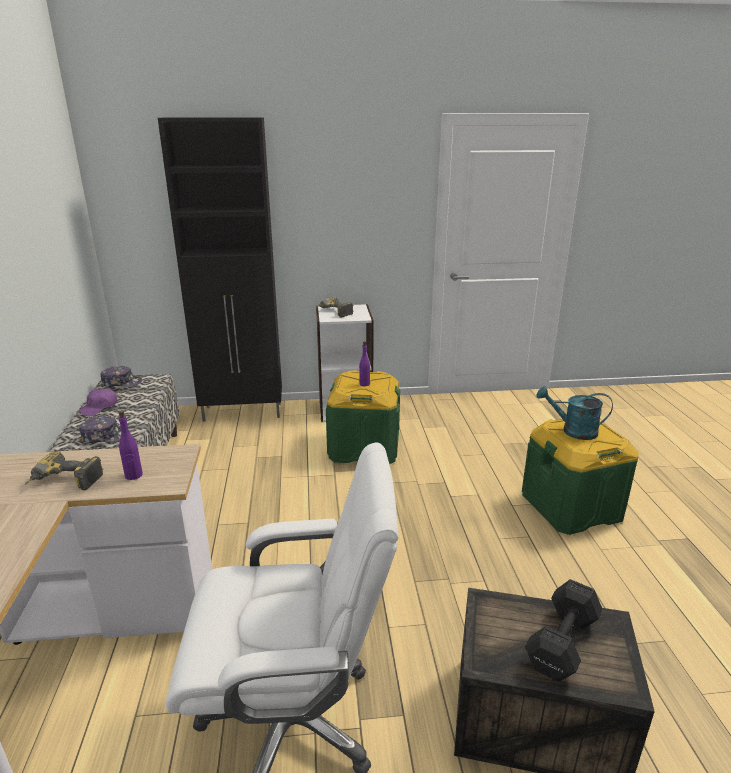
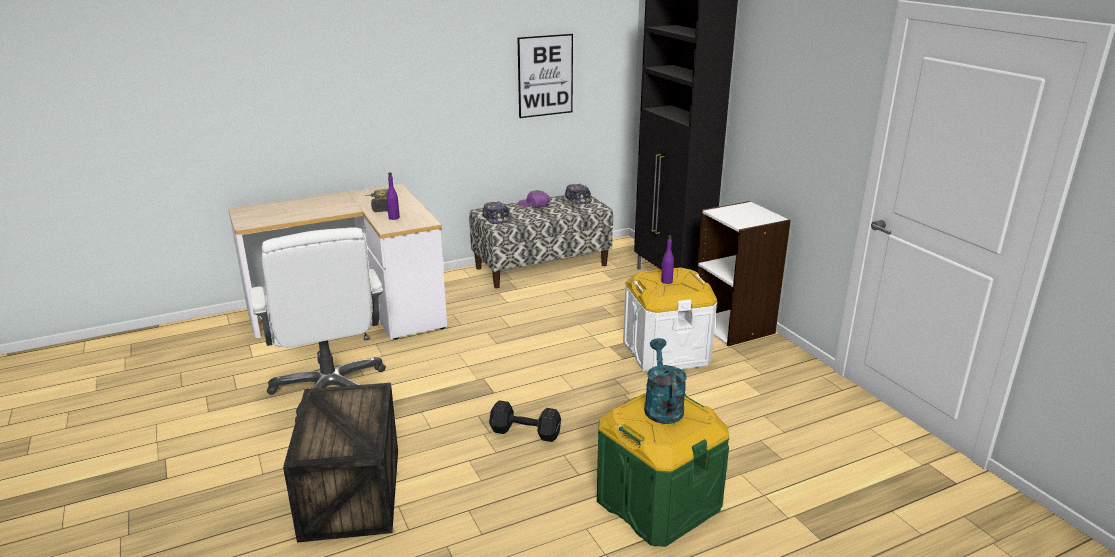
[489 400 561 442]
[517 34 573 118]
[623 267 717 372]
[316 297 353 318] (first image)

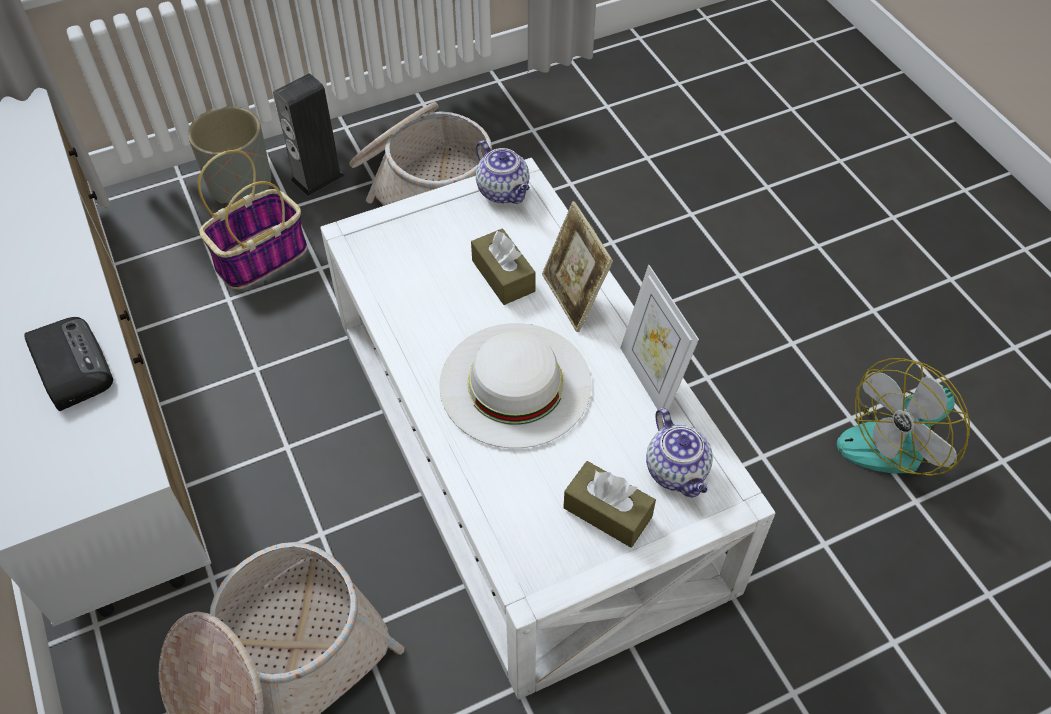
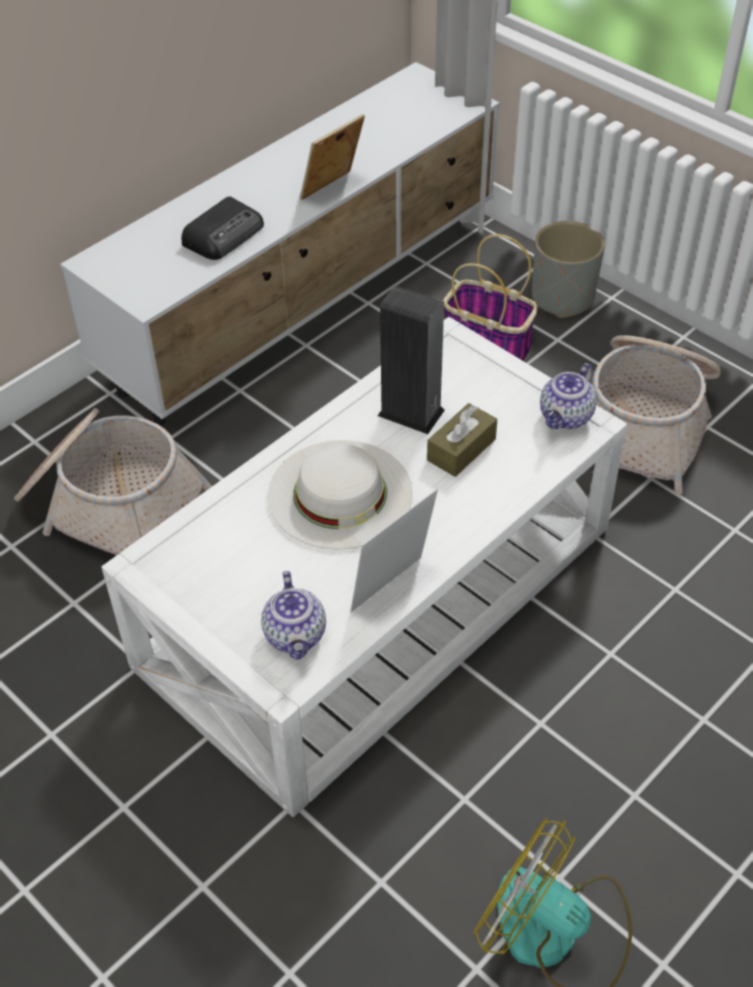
[261 571 326 660]
[300 114 365 200]
[377 286 445 434]
[564 461 656 548] (first image)

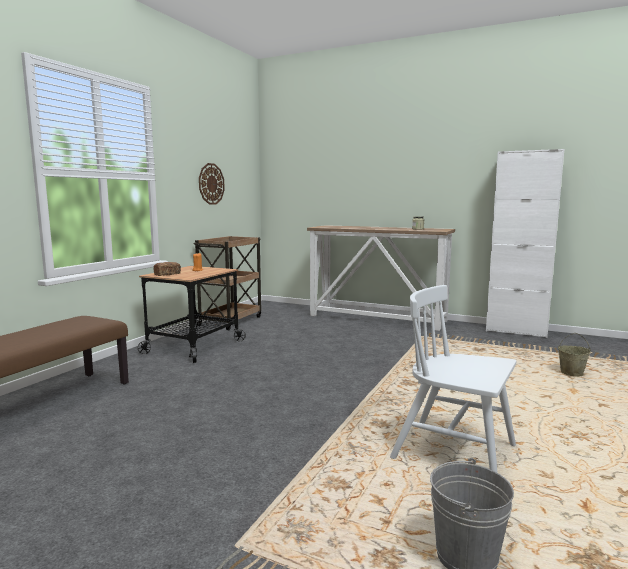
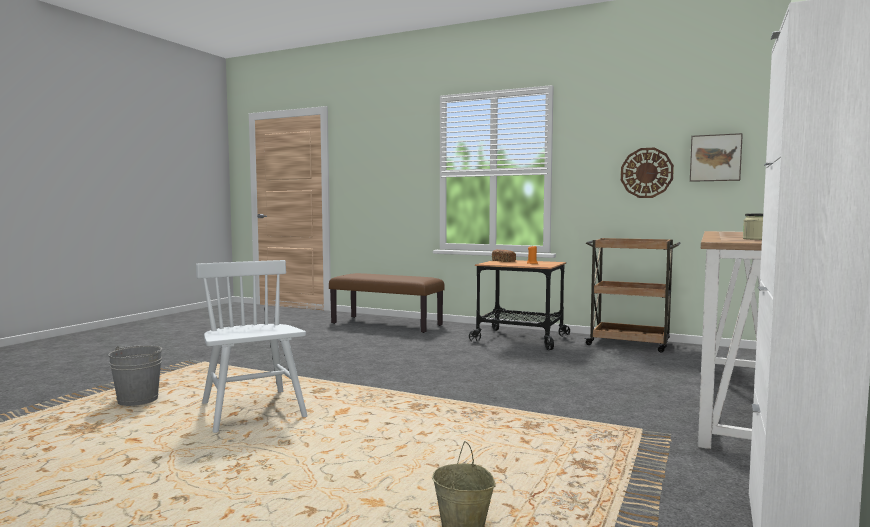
[196 260 308 433]
[690 133 743 182]

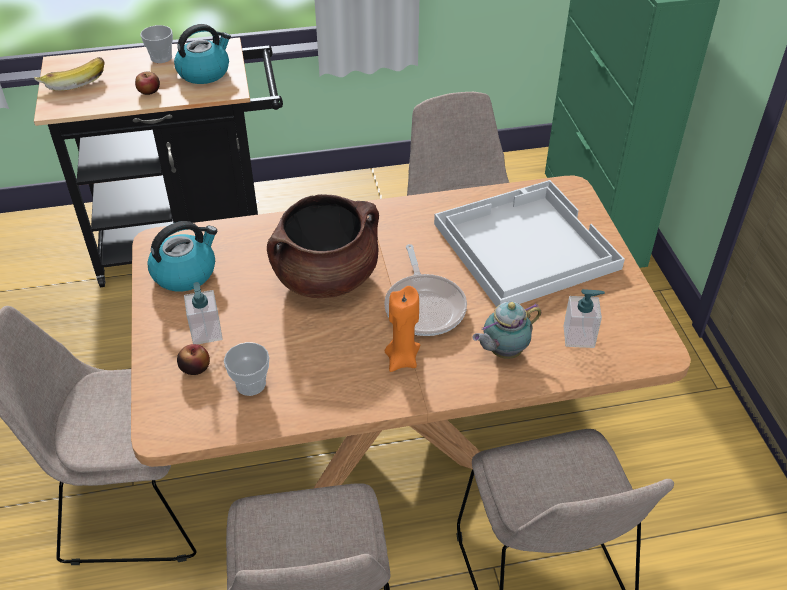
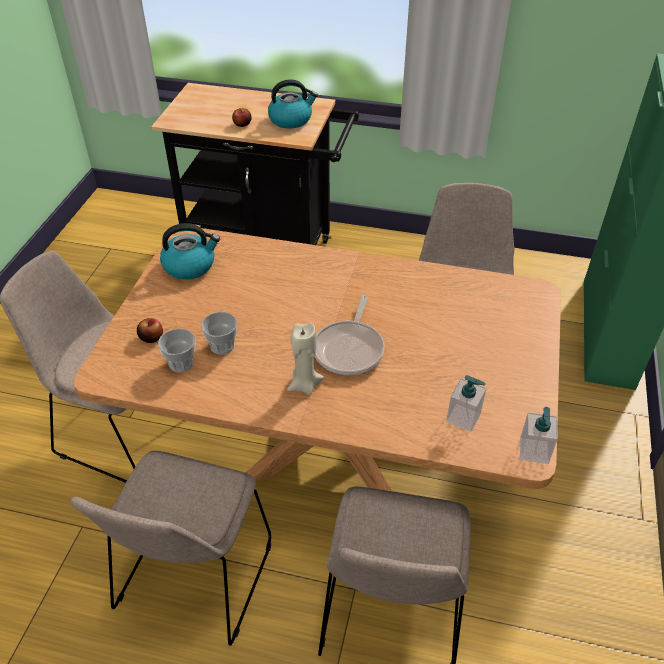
[201 312 237 355]
[287 323 324 395]
[520 407 558 464]
[34 57 105 91] (first image)
[267 194 379 298] (first image)
[434 180 625 307] (first image)
[472 302 541 359] (first image)

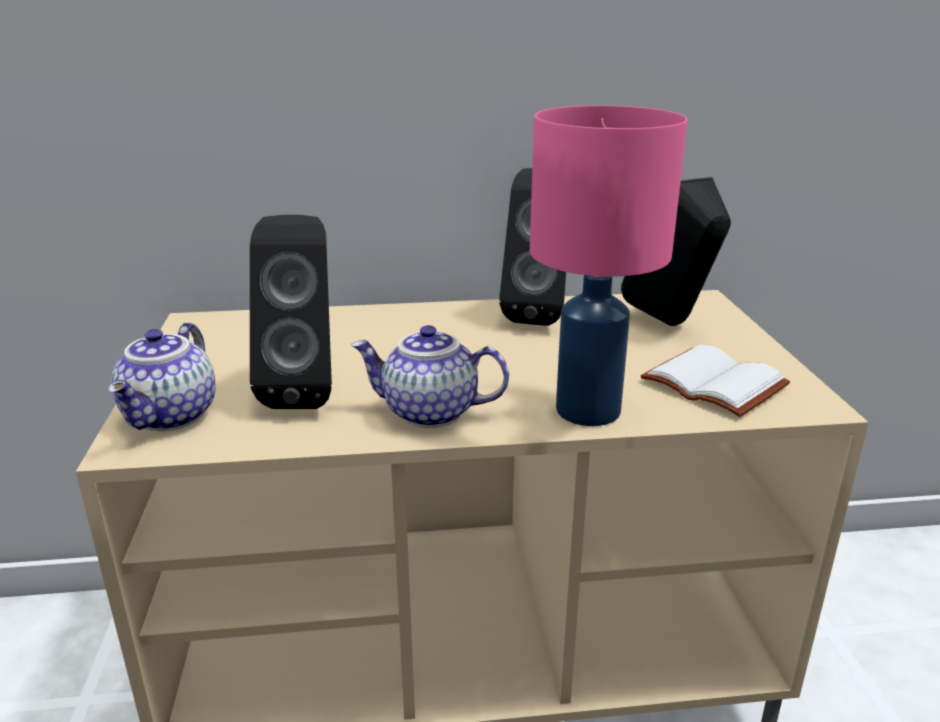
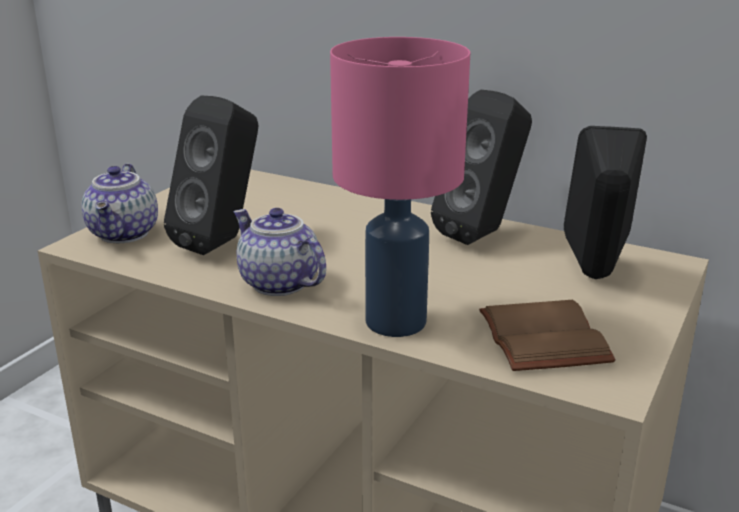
[82 163 158 243]
[479 300 616 371]

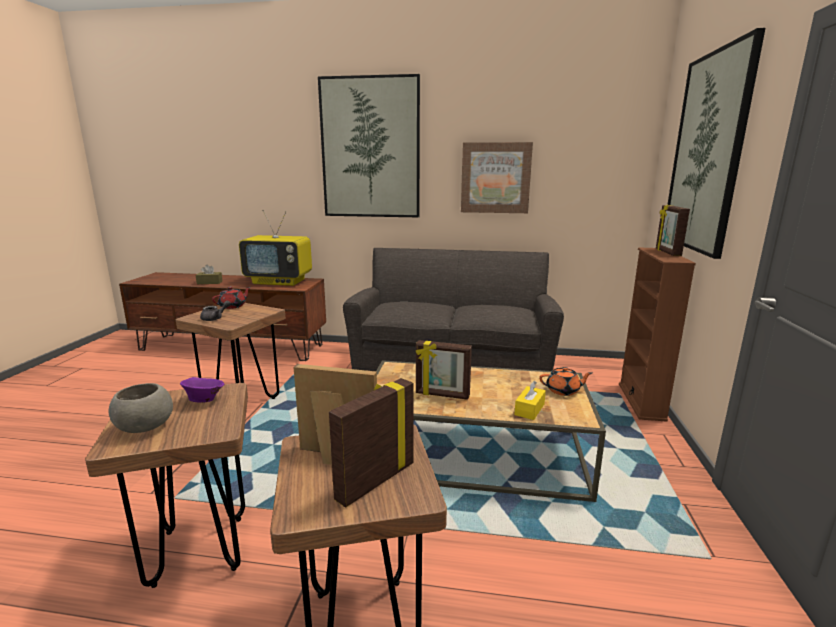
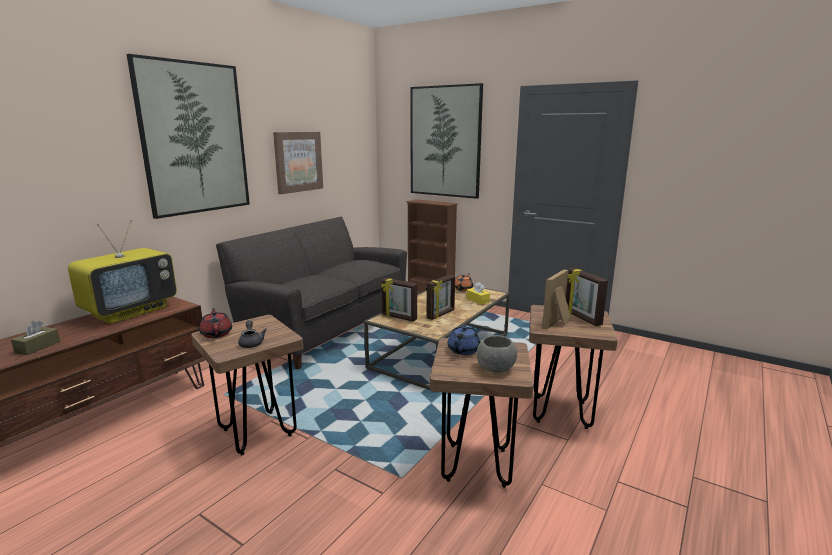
[381 278 417 322]
[447 326 480 355]

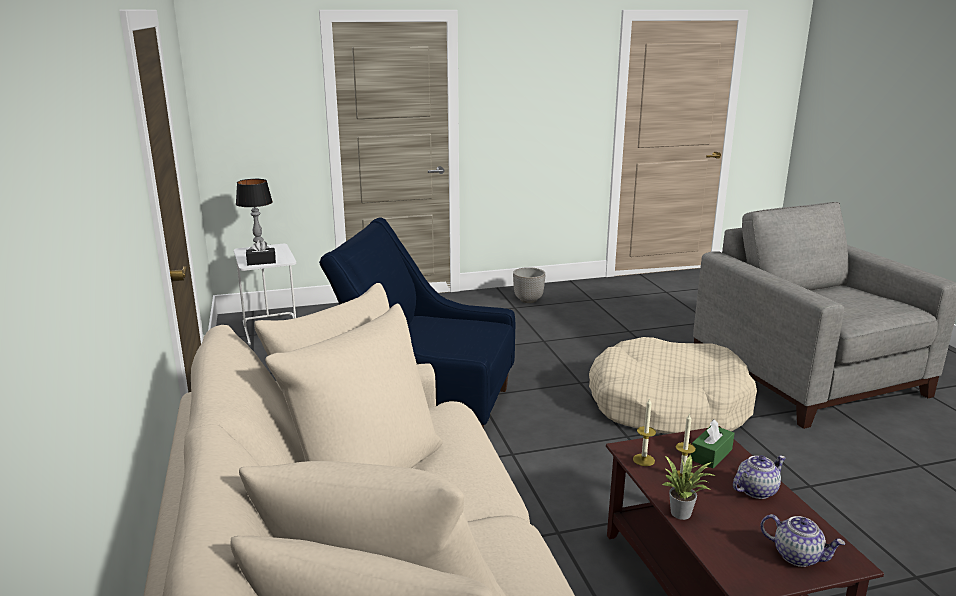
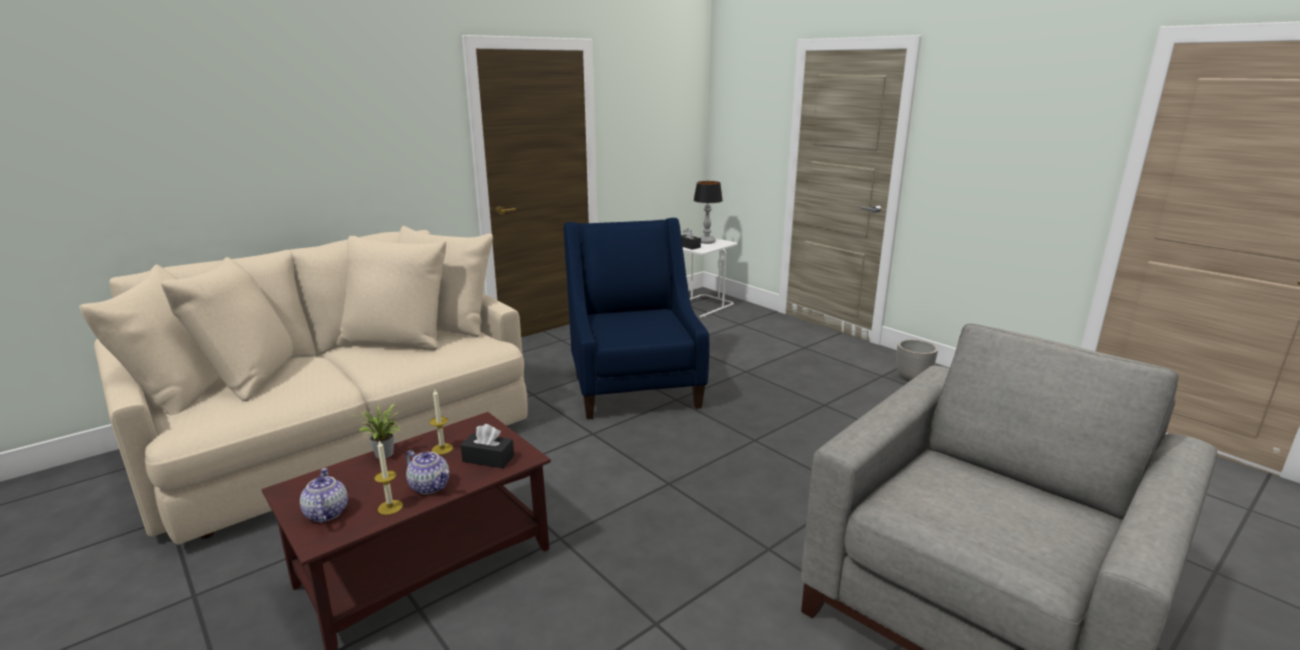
[300 468 348 523]
[374 440 403 515]
[460 424 514 468]
[589 337 757 434] (first image)

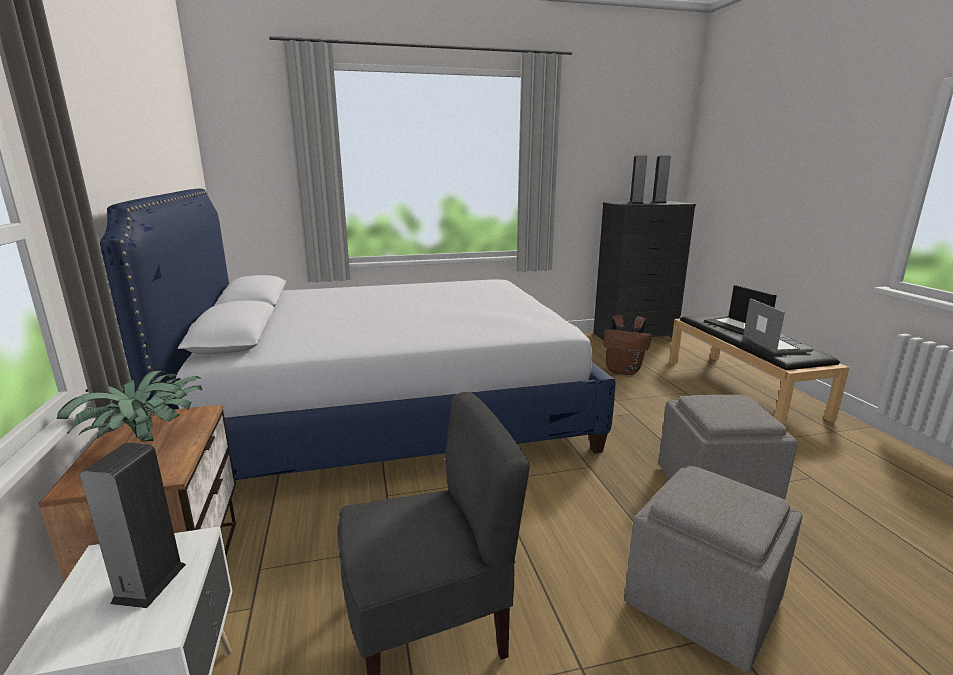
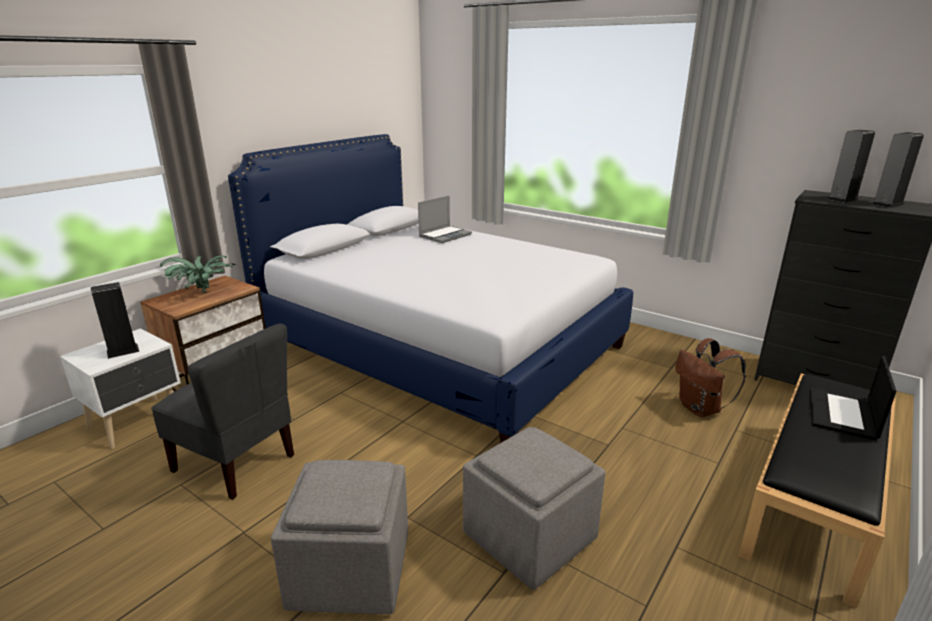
[418 196 472 243]

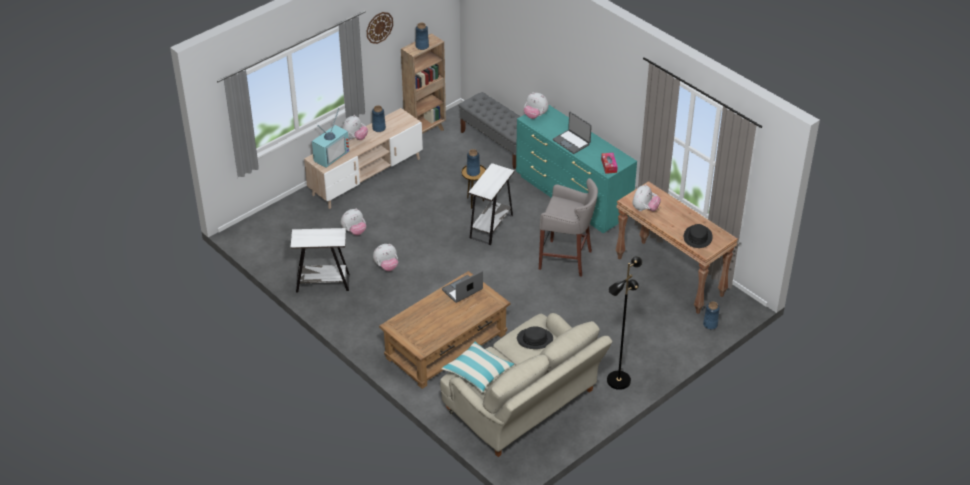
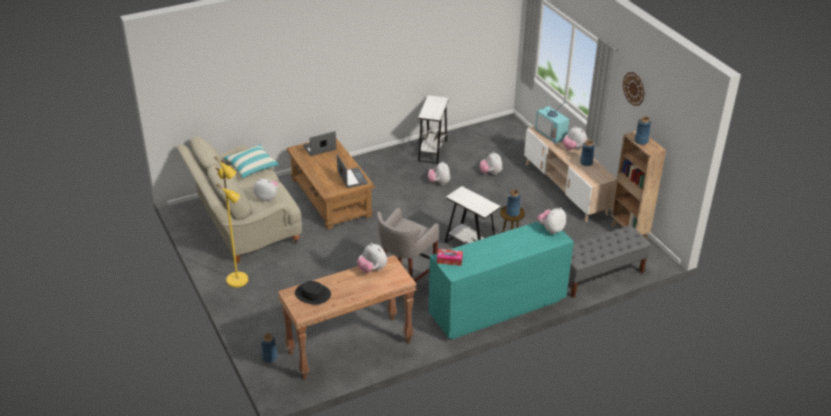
[214 156 248 287]
[254 179 278 202]
[303 131 336 156]

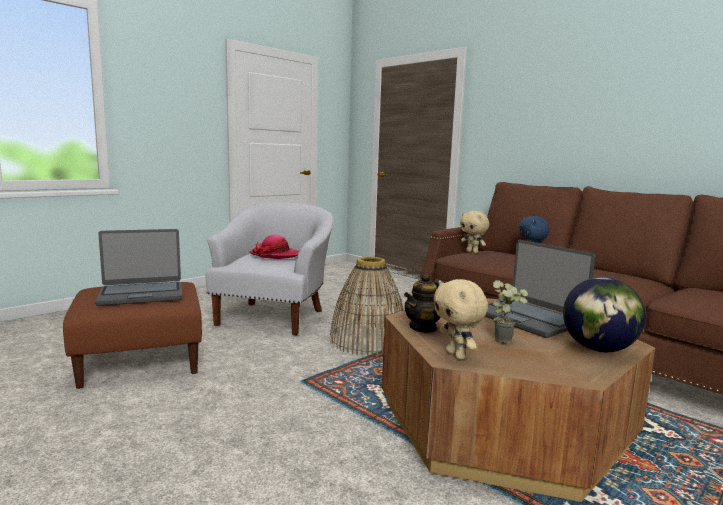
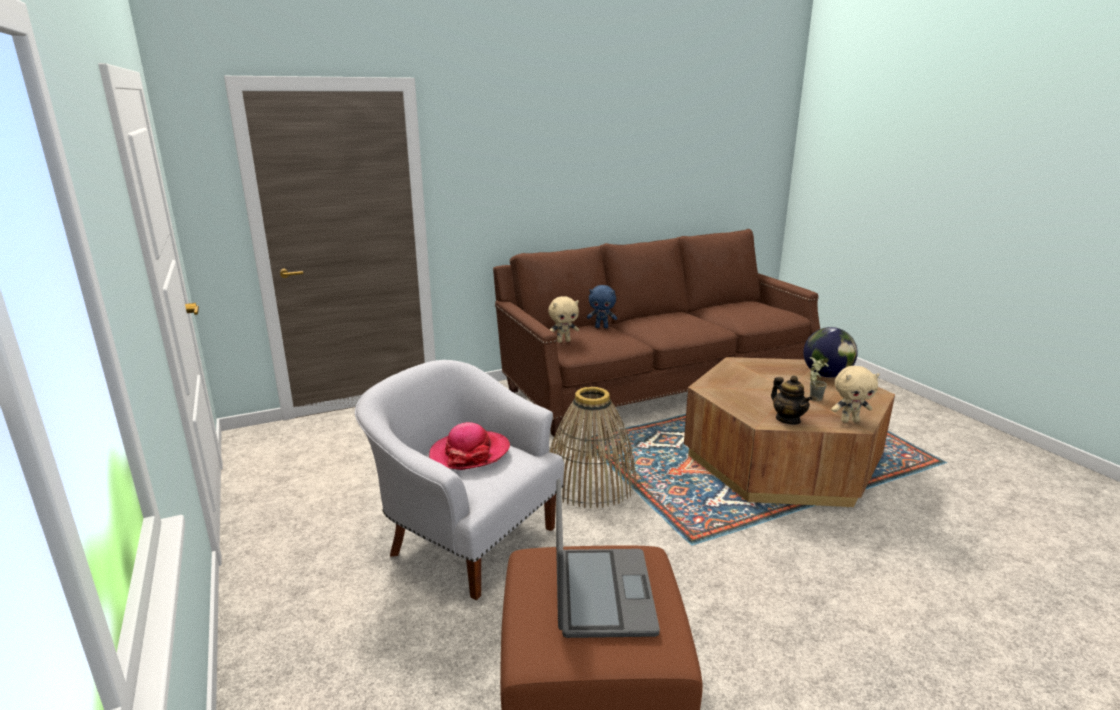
[485 240 595 338] (first image)

